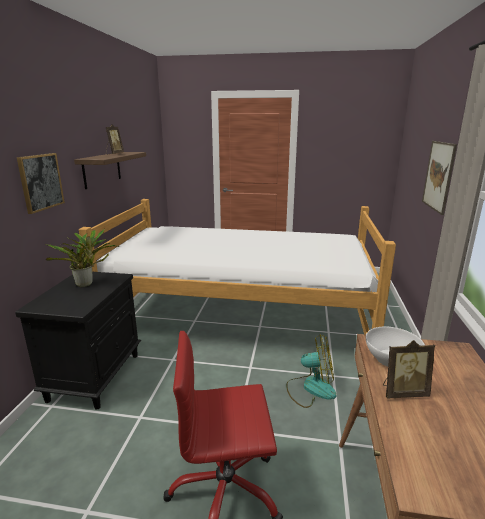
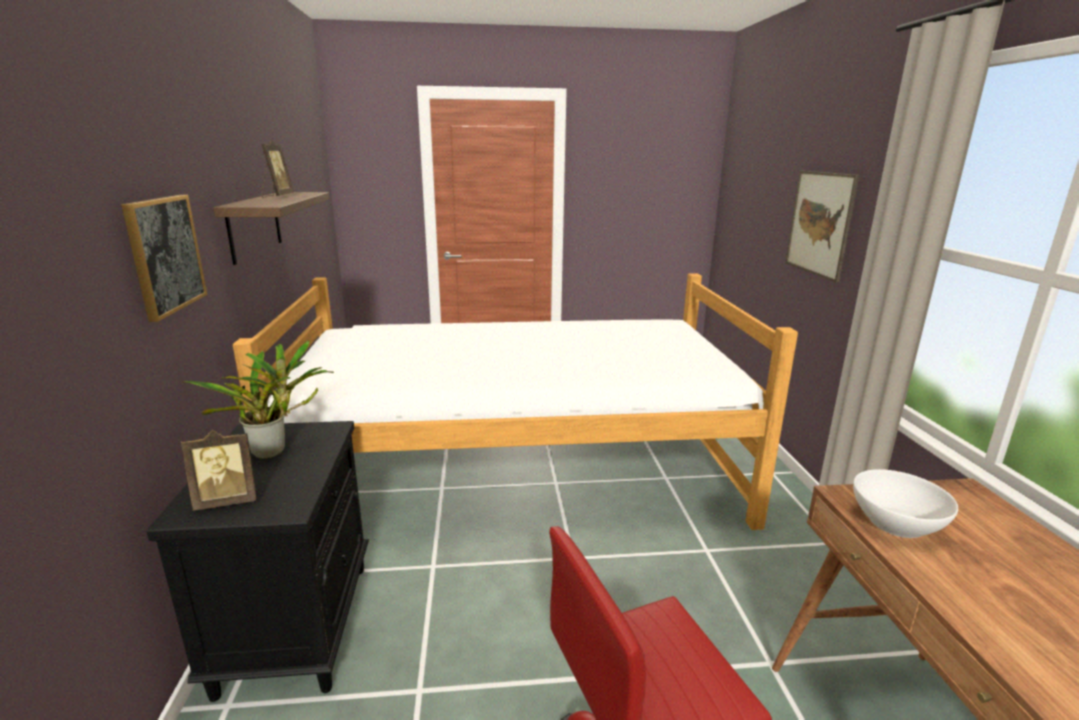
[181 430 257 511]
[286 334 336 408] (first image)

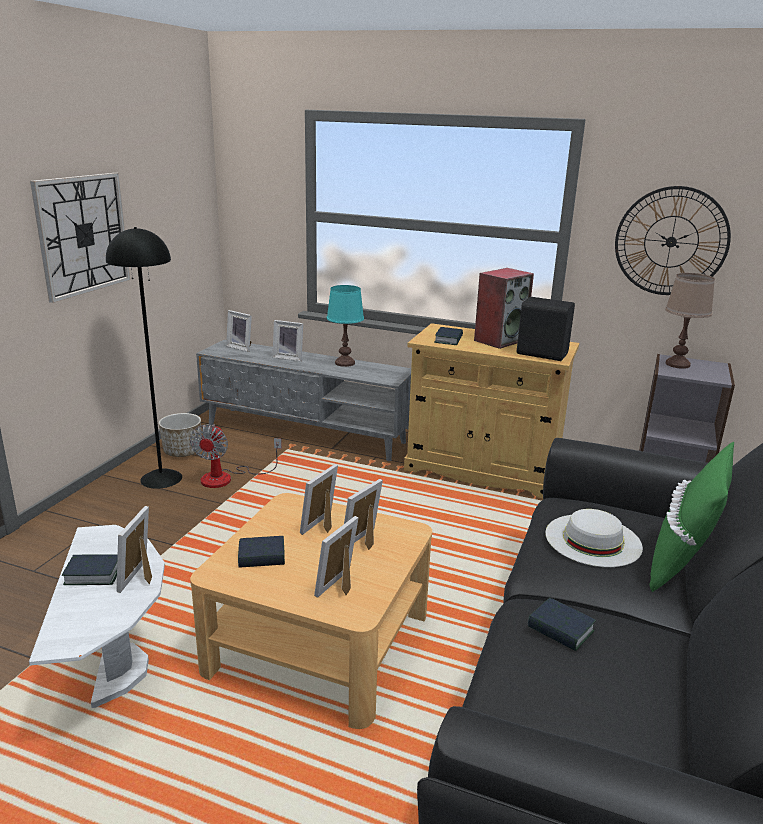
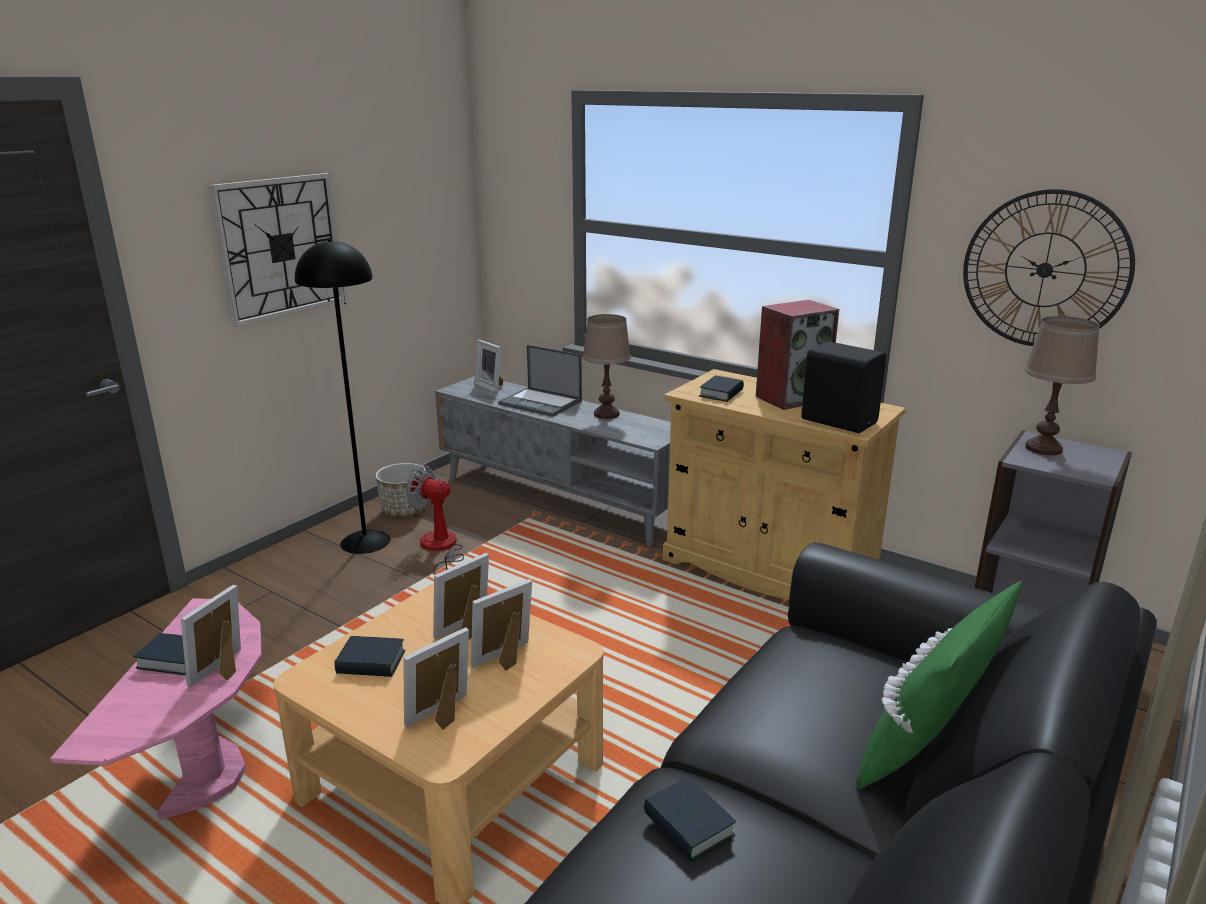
[50 598 262 819]
[406 465 464 575]
[498 345 582 417]
[583 314 631 419]
[545 509 643 567] (first image)

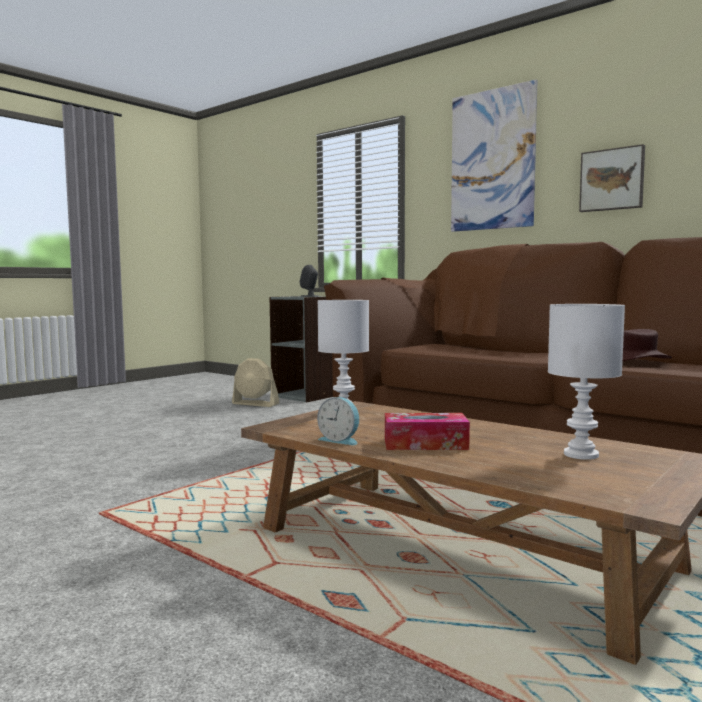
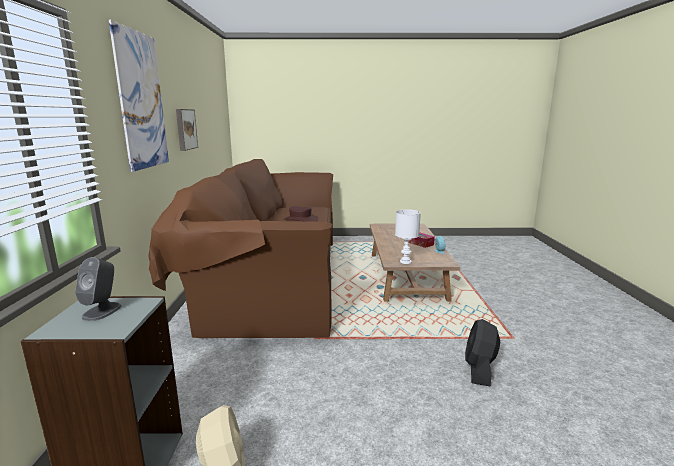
[465 319 500 386]
[548 304 625 460] (first image)

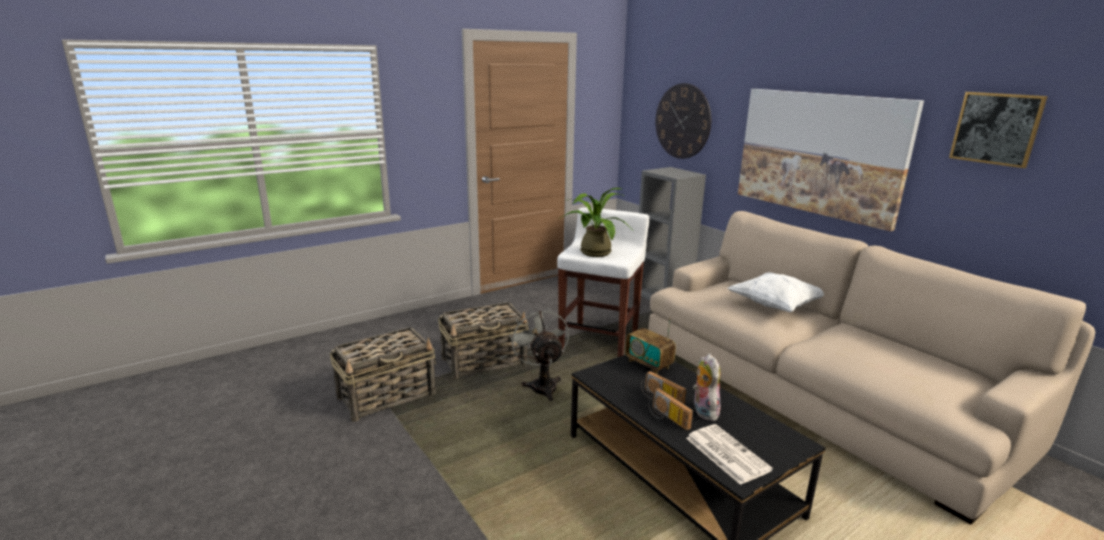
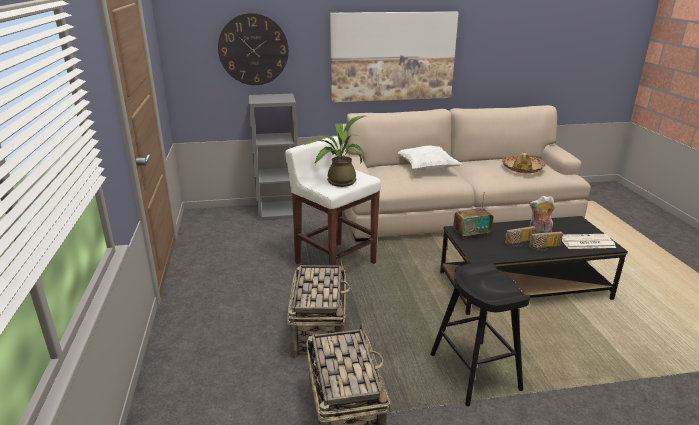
[430 261 530 406]
[502 153 546 173]
[509 307 569 401] (first image)
[949 92 1048 168] (first image)

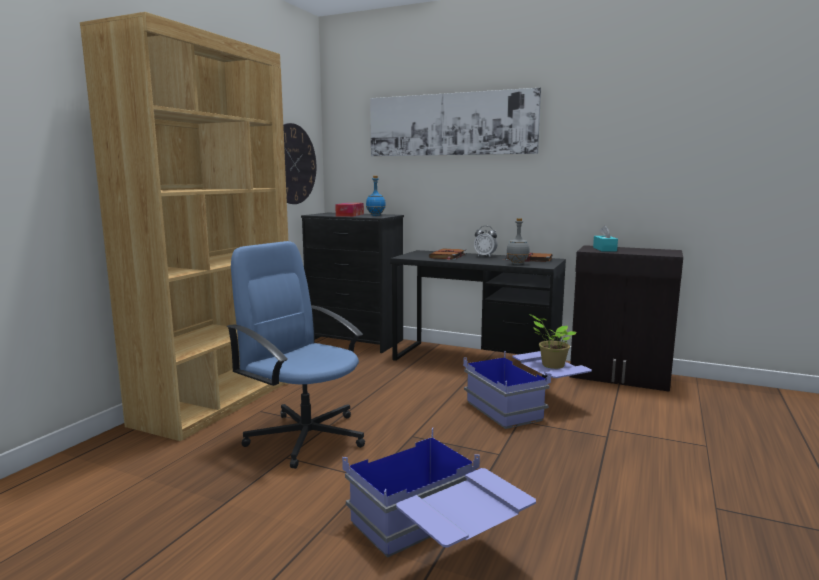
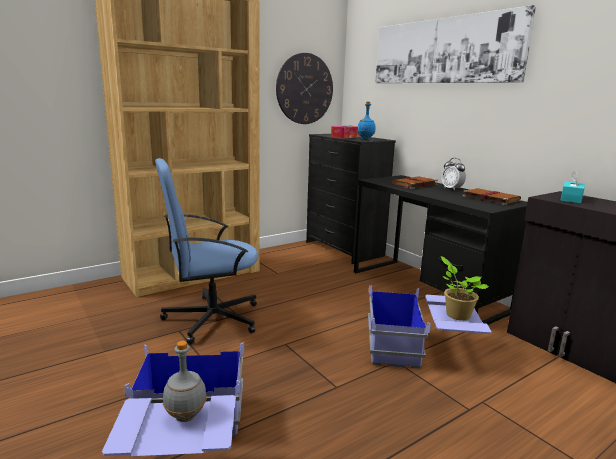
[155 158 259 344]
[163 341 207 422]

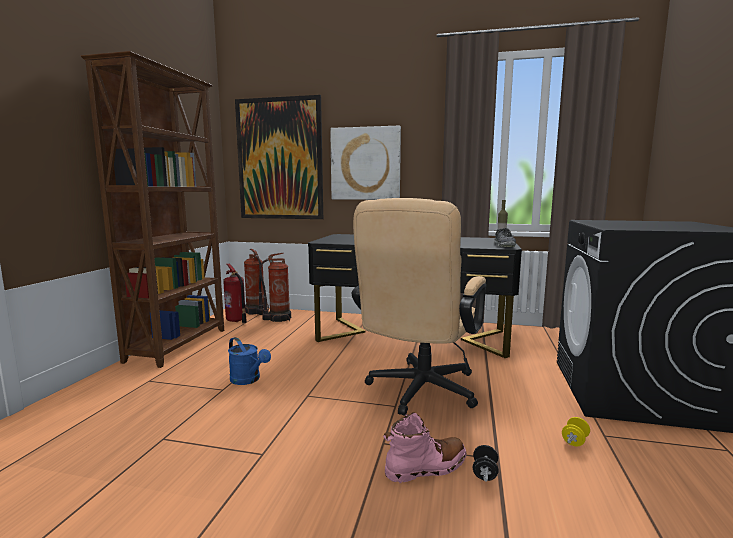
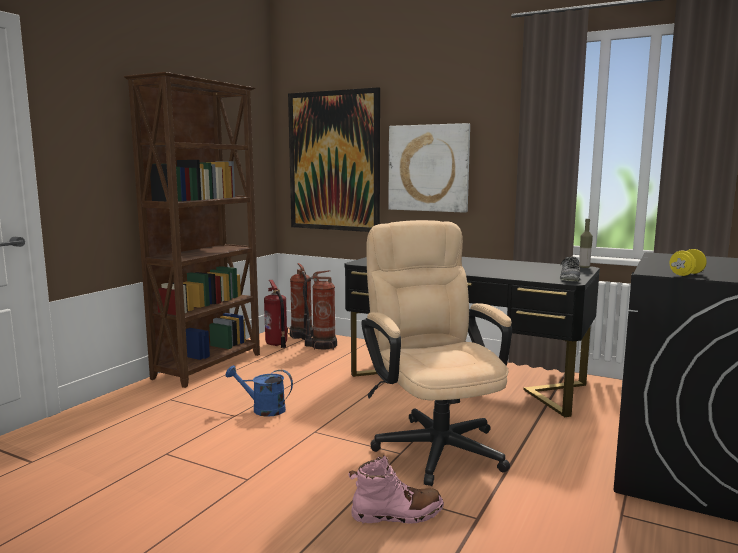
[225 365 293 417]
[361 220 512 486]
[670 249 707 276]
[473 445 499 482] (first image)

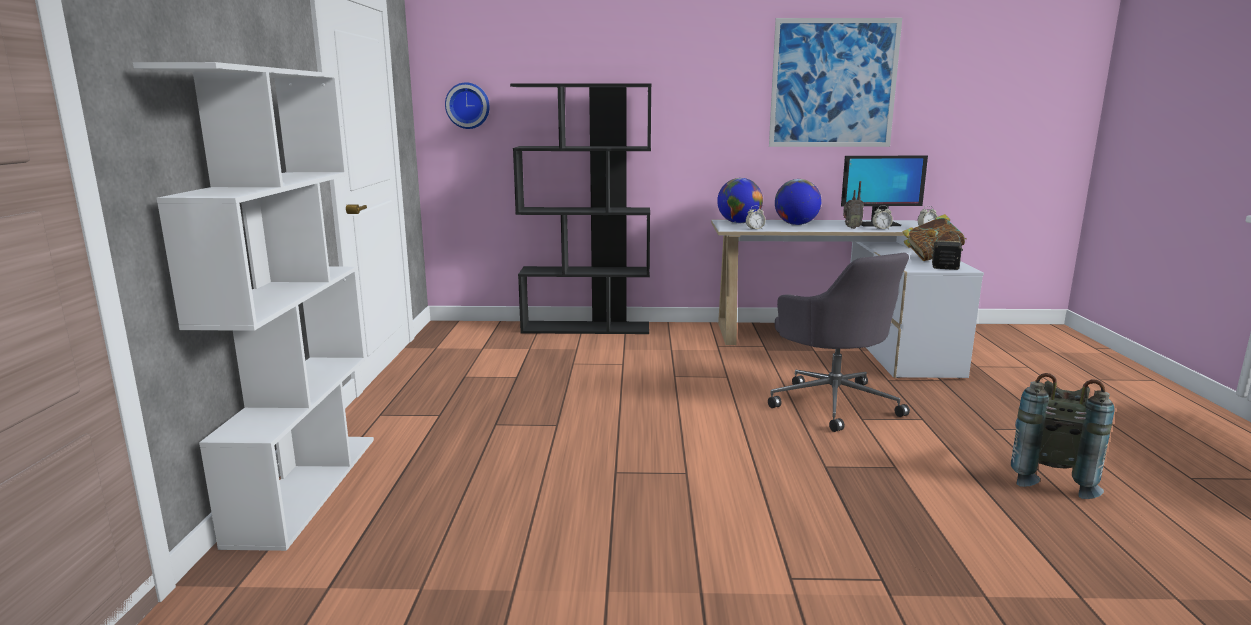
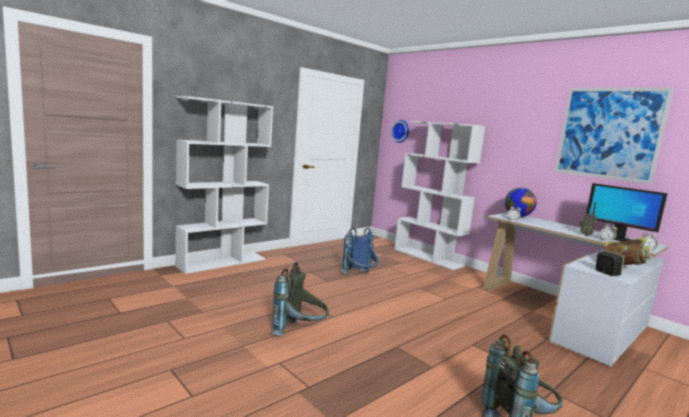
[271 262 329 336]
[341 228 378 275]
[394 121 485 270]
[768 253 910 432] (first image)
[775 179 822 225] (first image)

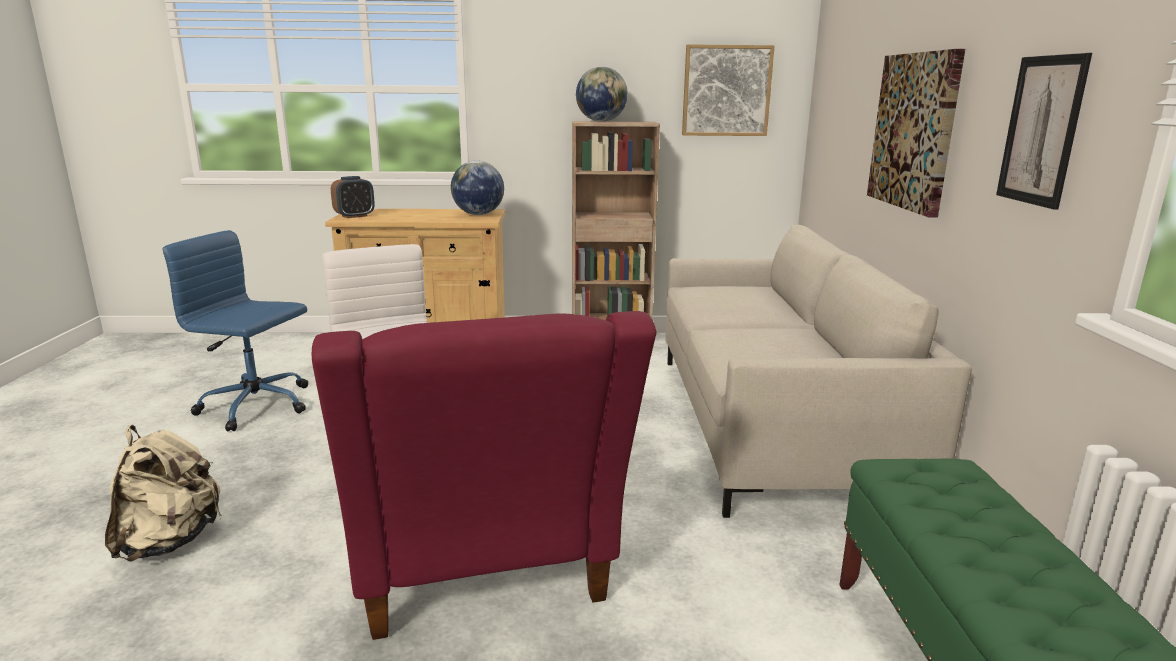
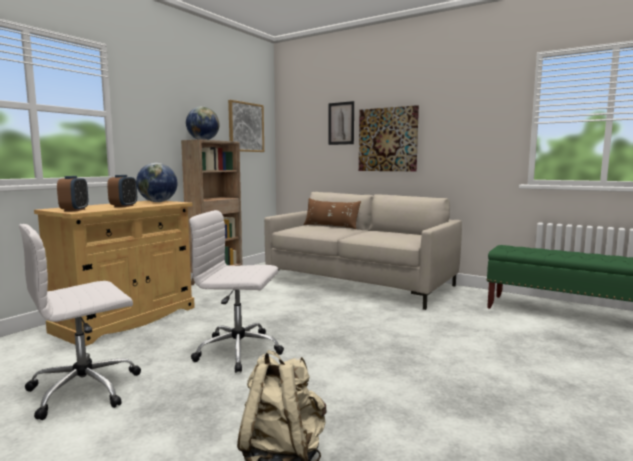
[19 224 141 420]
[107 175 137 207]
[303 198 361 229]
[328 101 354 145]
[312 311 657 640] (first image)

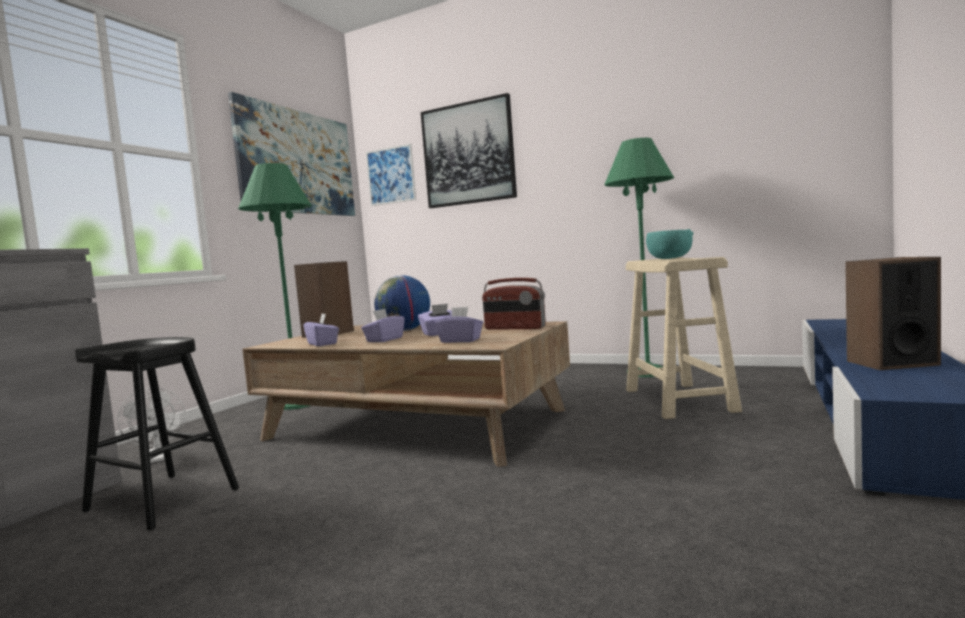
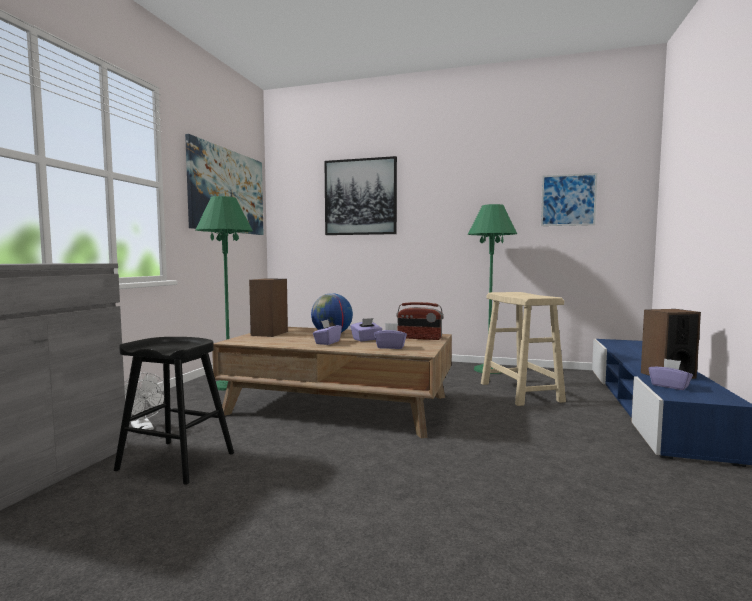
[541 173 597 226]
[649 359 693 390]
[646 229 694 259] (first image)

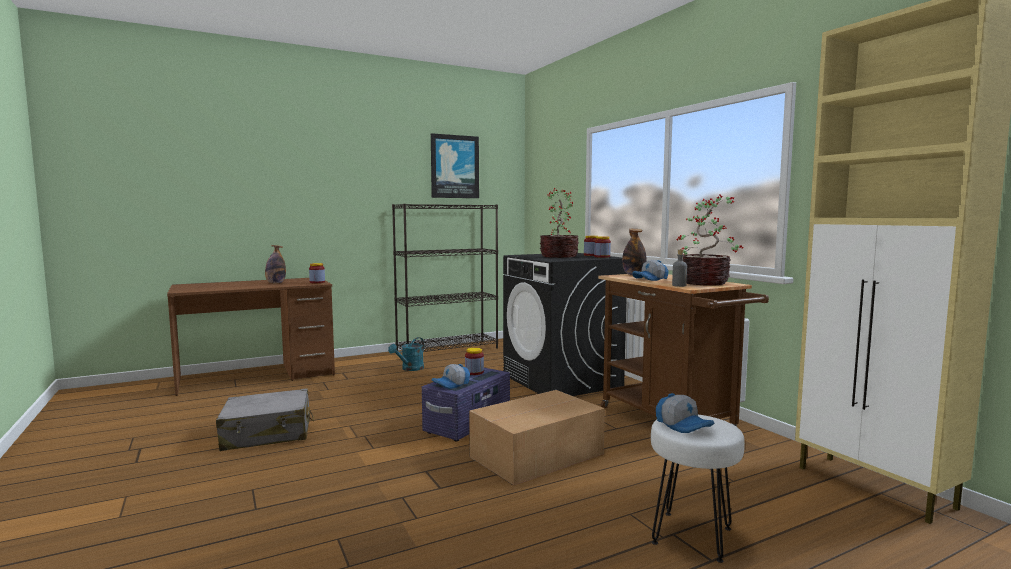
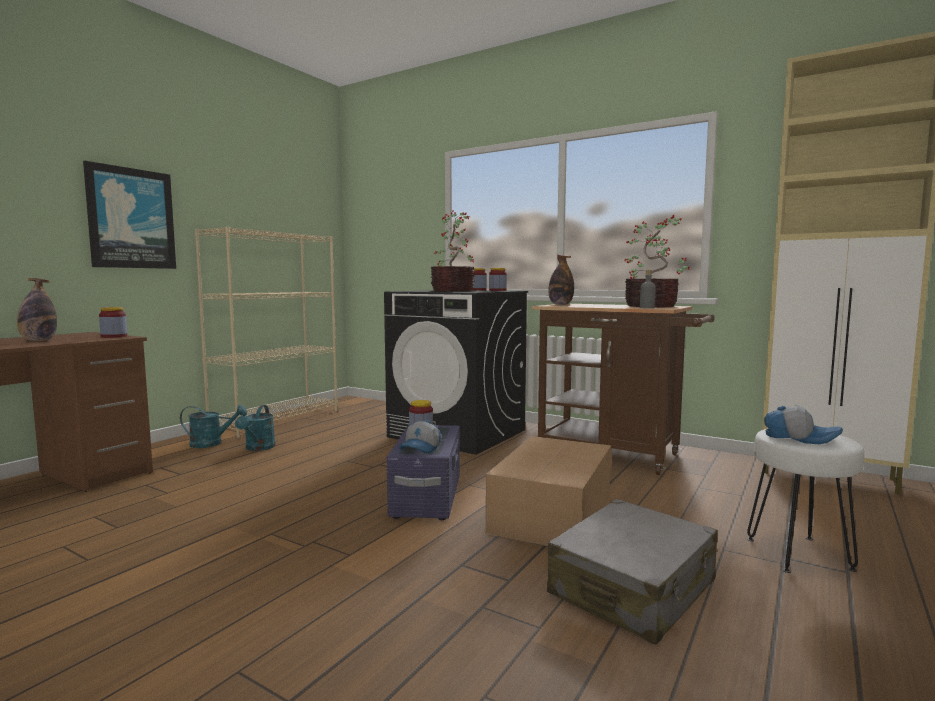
[83 161 176 269]
[180 405 247 448]
[195 227 338 438]
[547 499 718 645]
[632 260 669 281] (first image)

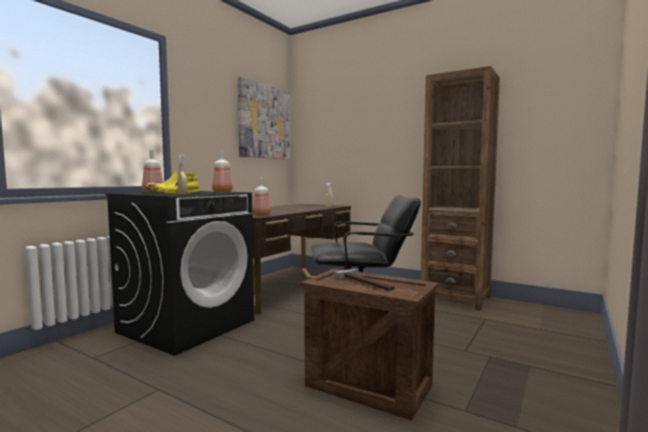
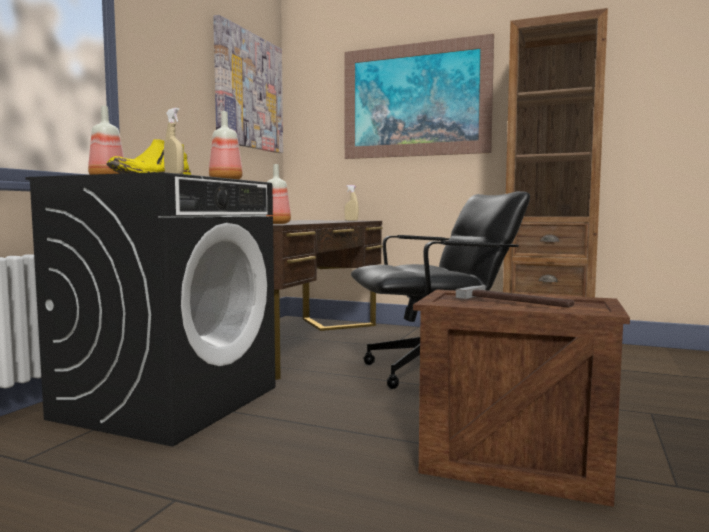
[344 34 494 159]

